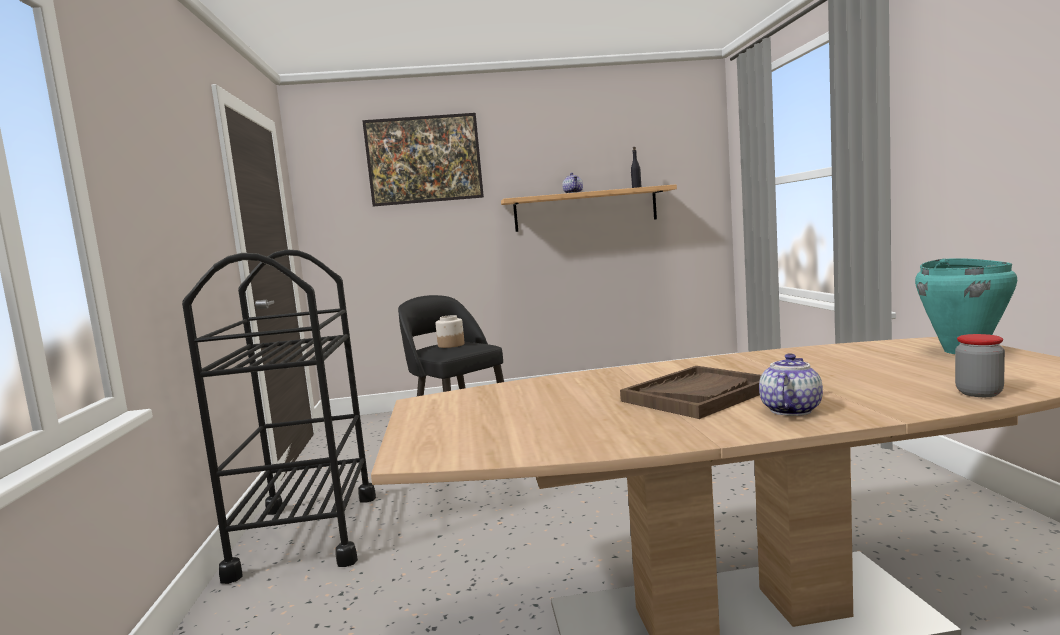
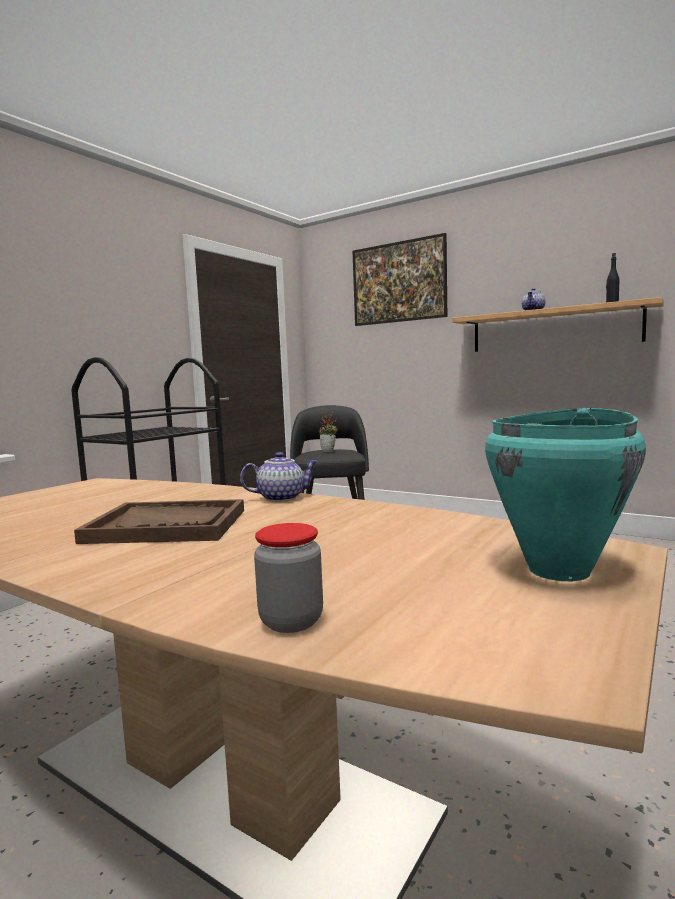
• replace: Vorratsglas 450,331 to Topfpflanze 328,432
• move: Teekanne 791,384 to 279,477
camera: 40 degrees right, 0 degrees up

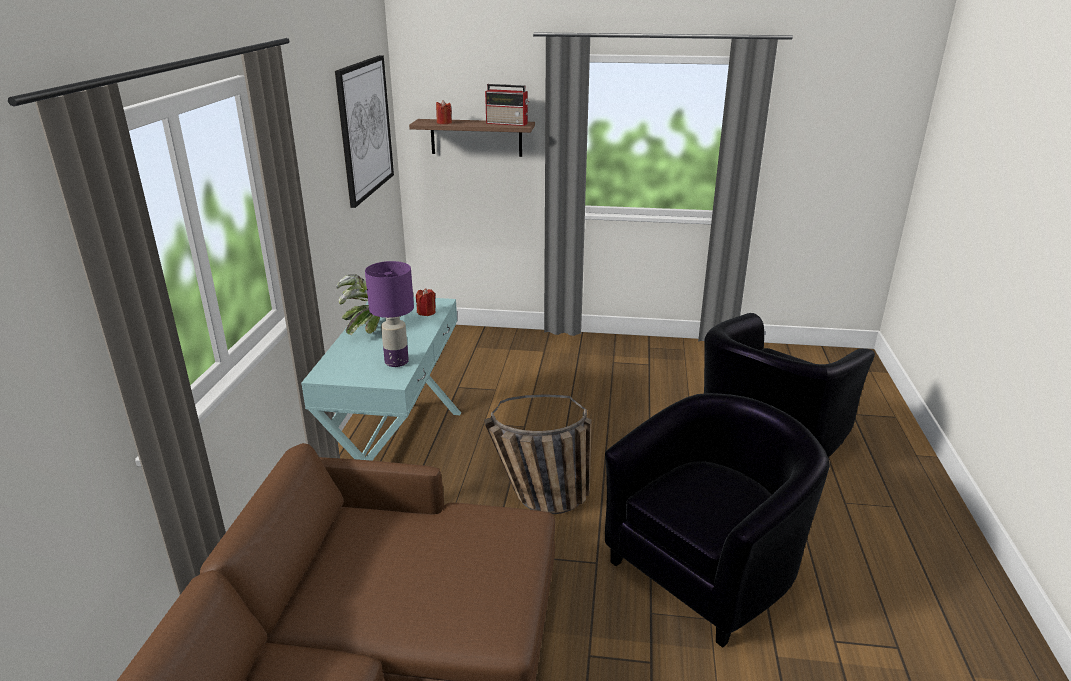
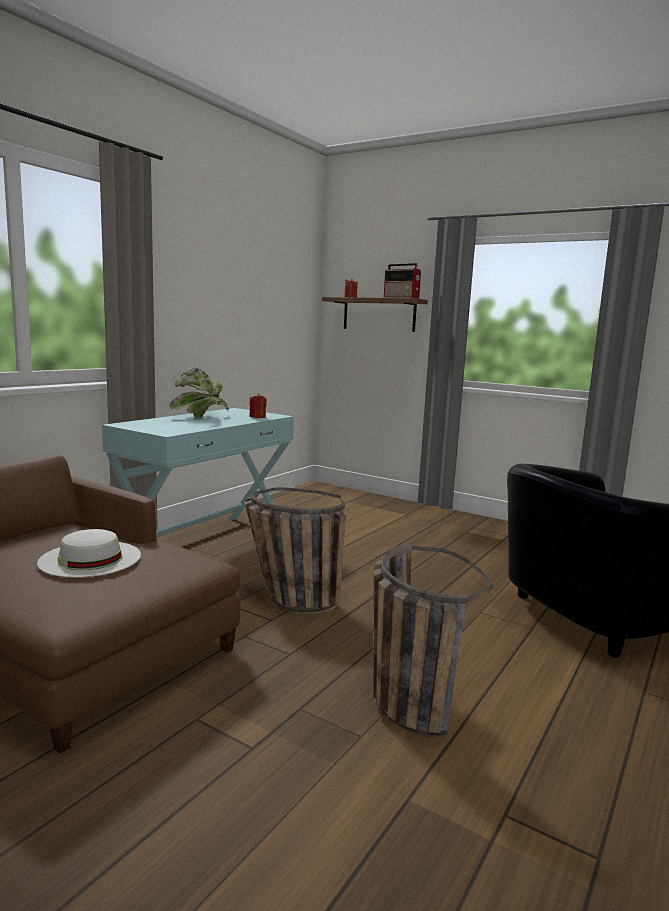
• delete: Bild 364,131
• delete: Tischlampe [lila] 389,314
• replace: Sessel [schwarz] 717,520 to Korb 433,640
• insert: Hut [weiß] 89,553
camera: 25 degrees right, 15 degrees down

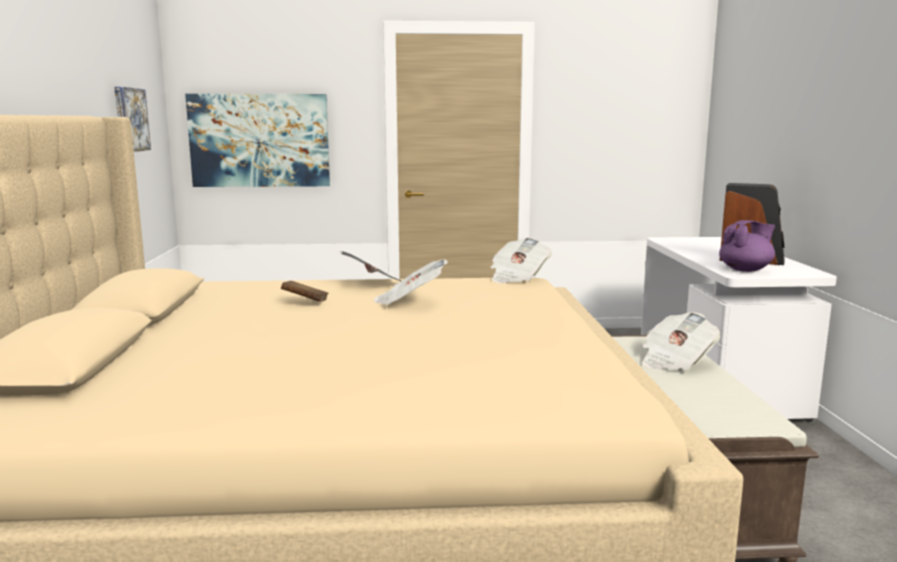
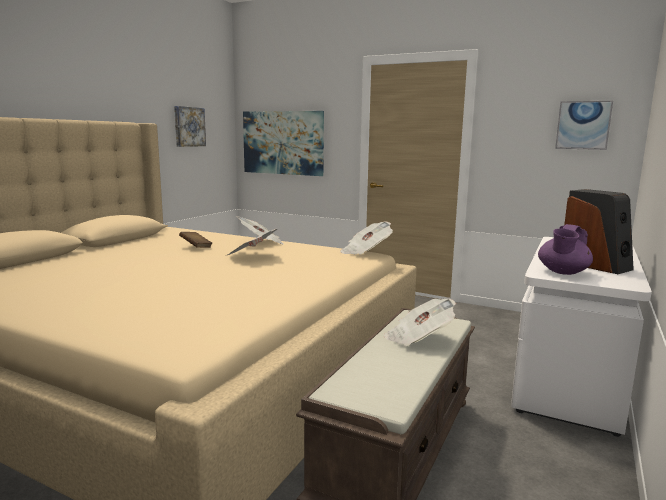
• rotate: Teekanne [lila] 747,246 = 565,249 120 degrees clockwise
• insert: Bild 584,125
camera: 30 degrees right, 0 degrees up

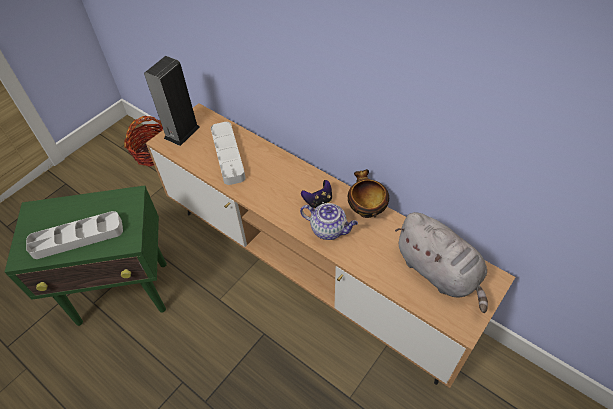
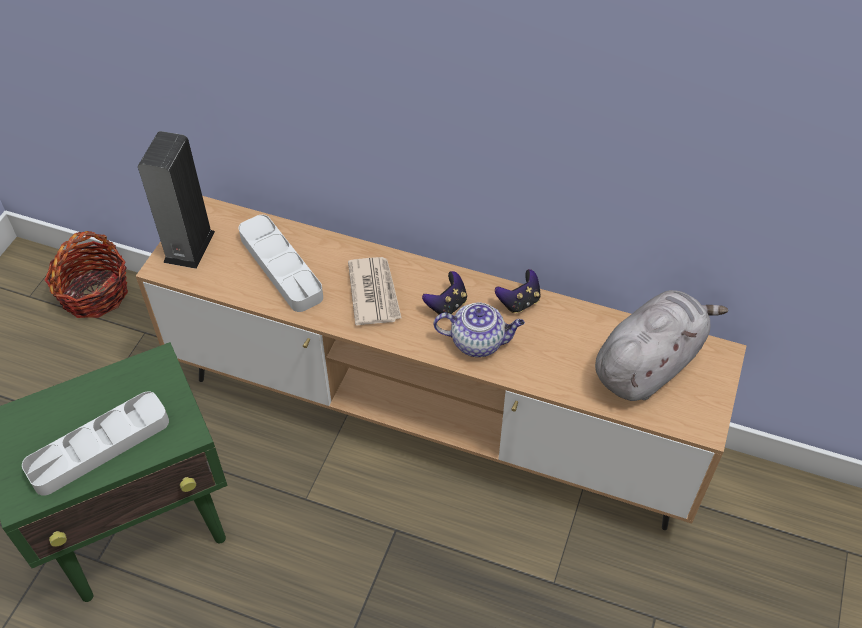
• replace: Schüssel 368,193 to Gamepad 518,291
• rotate: Plüschtier [grau] 441,262 = 661,345 75 degrees counterclockwise
• insert: Zeitung 374,291
camera: 20 degrees left, 0 degrees up

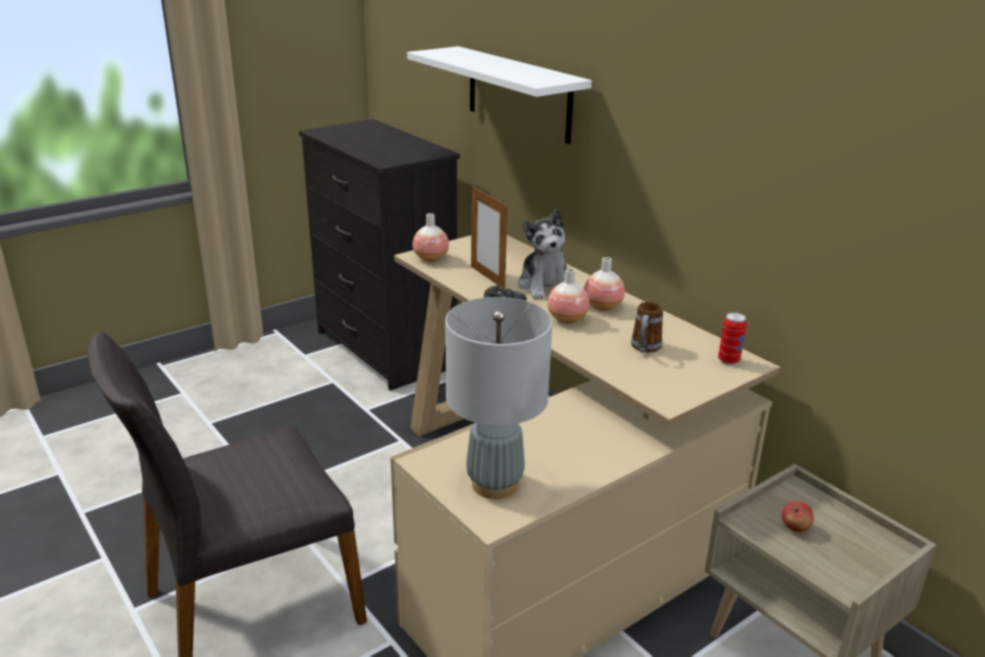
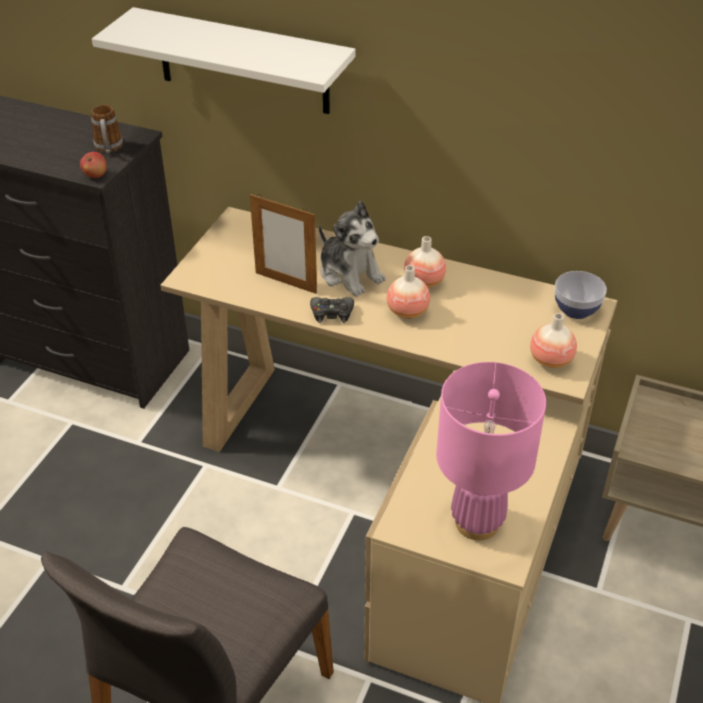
• move: Vase 431,237 to 553,340
• recolor: Tischlampe [grau] 498,398 to Tischlampe [rosa] 491,451
• move: Henkelbecher 647,327 to 107,129
• replace: Dose 732,338 to Schüssel 581,295
• move: Apfel 798,516 to 93,165
camera: 30 degrees left, 15 degrees up

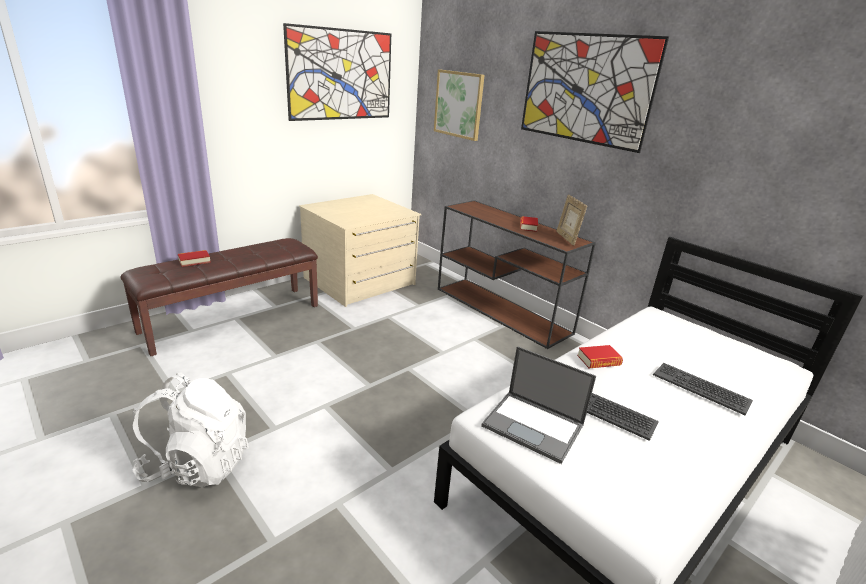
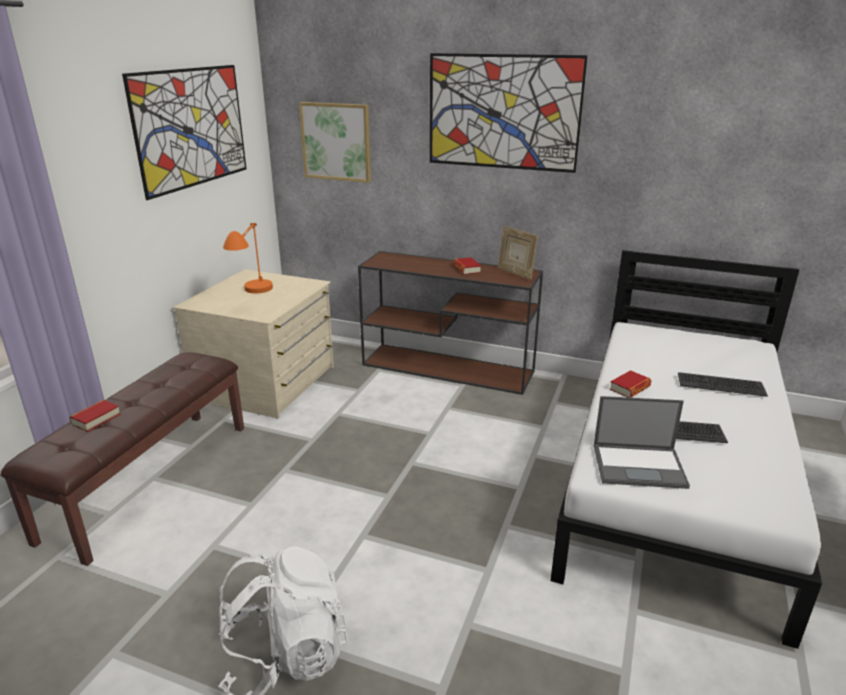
• insert: Tischlampe [orange] 248,258
camera: 25 degrees left, 0 degrees up

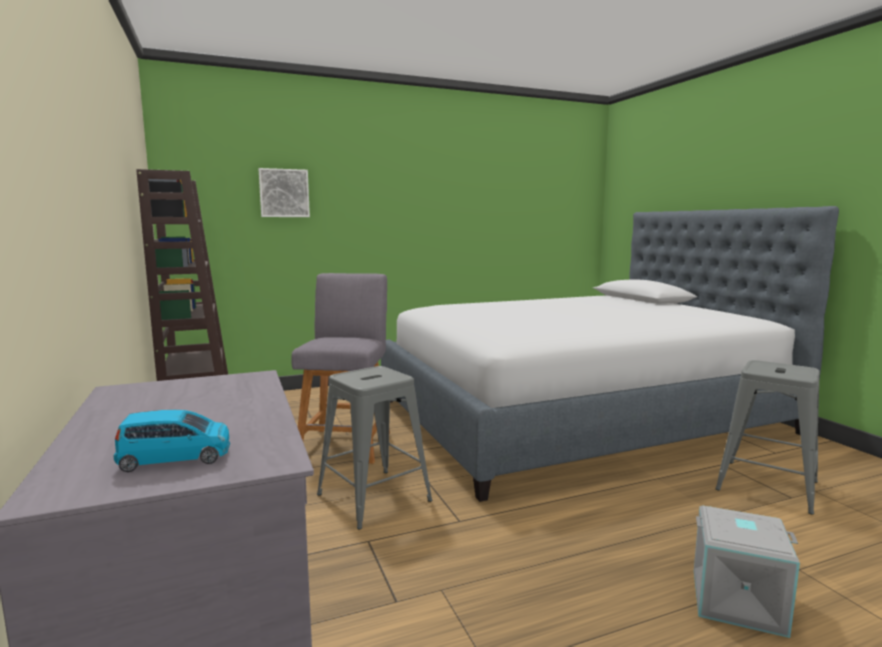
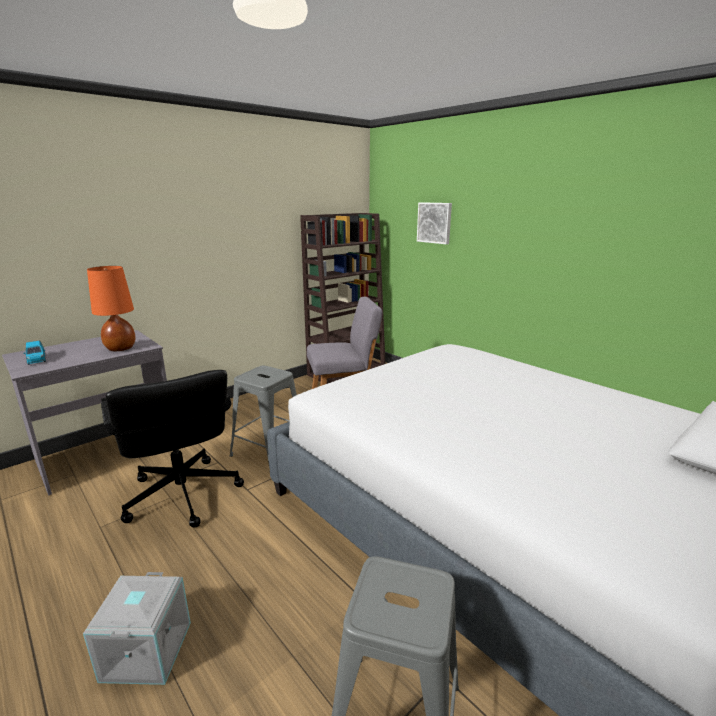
• insert: Tischlampe [orange] 111,308
• insert: Bürostuhl [schwarz] 172,449
camera: 70 degrees right, 10 degrees up

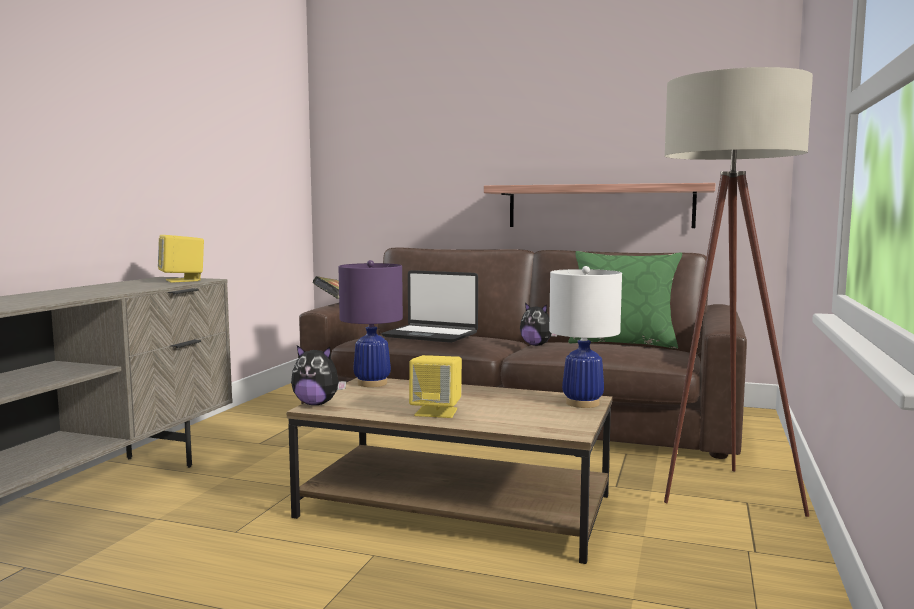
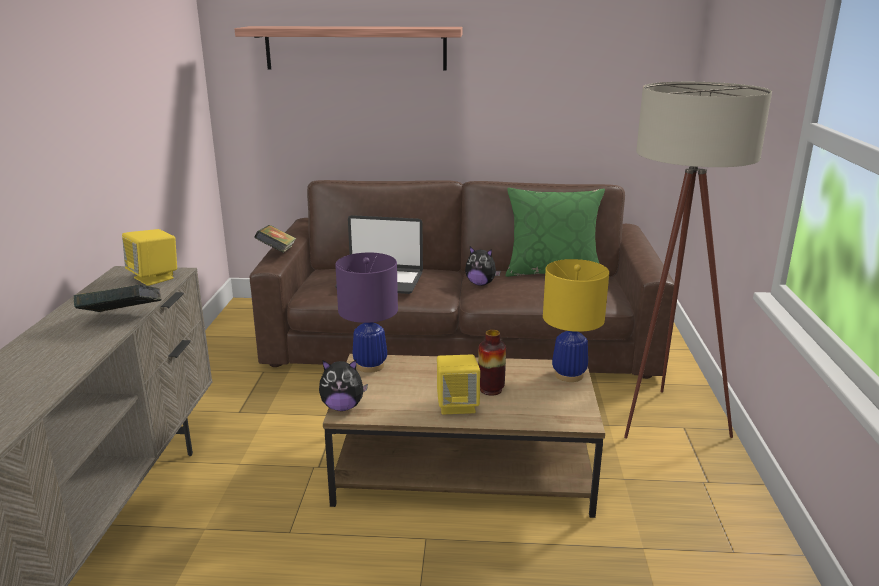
• move: Wandregal 600,205 to 349,48
• recolor: Tischlampe [weiß] 585,337 to Tischlampe [gelb] 576,320
• insert: Buch 117,298
• insert: Vase 492,363
camera: 15 degrees left, 15 degrees up

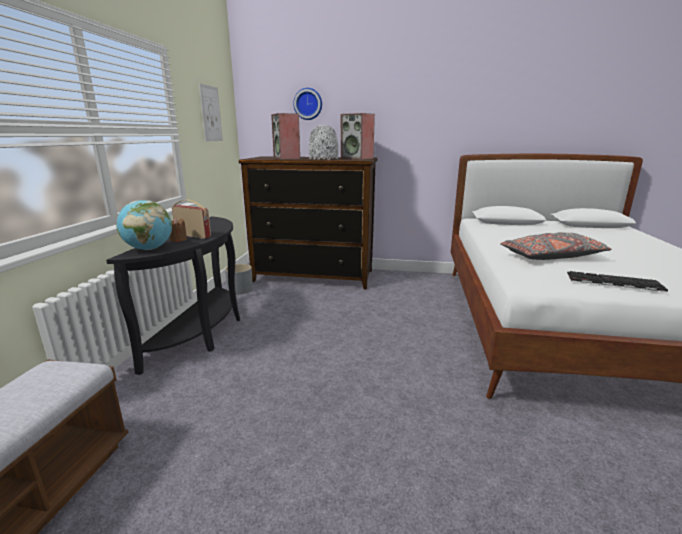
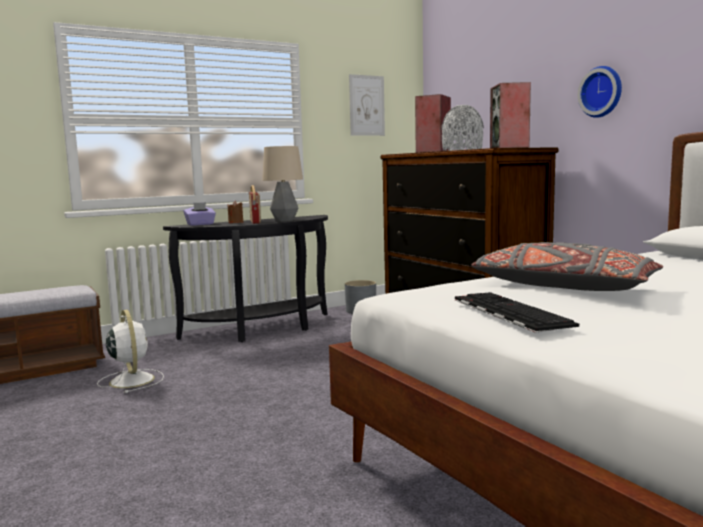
• move: Wanduhr 307,104 to 600,92
• replace: Globus 144,225 to Taschentuchbox [lila] 199,214
• insert: Tischlampe 282,184
• insert: Ventilator [weiß] 130,351
camera: 50 degrees right, 10 degrees down

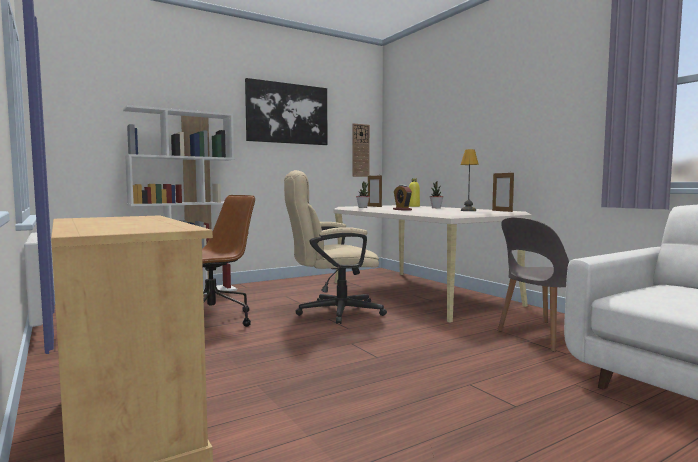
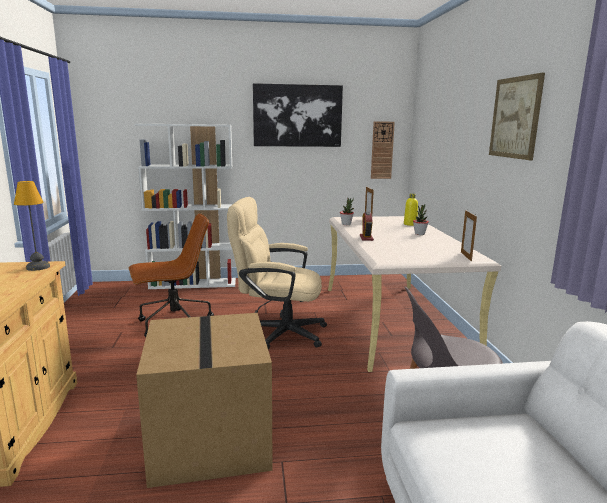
• move: Tischlampe 470,180 to 32,226
• insert: Bild 517,116
• insert: Karton 204,400
camera: 25 degrees right, 10 degrees up

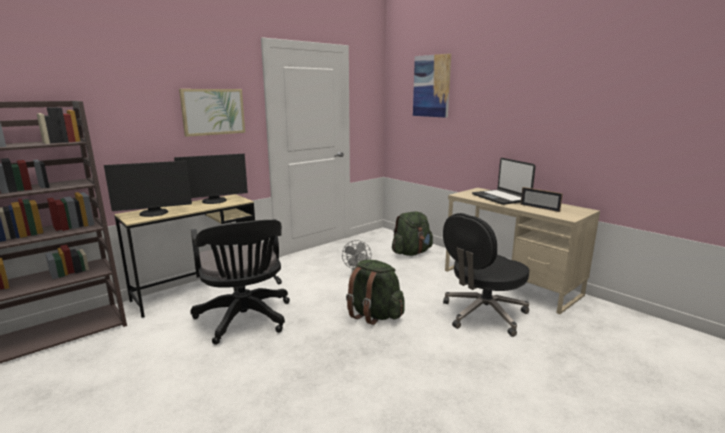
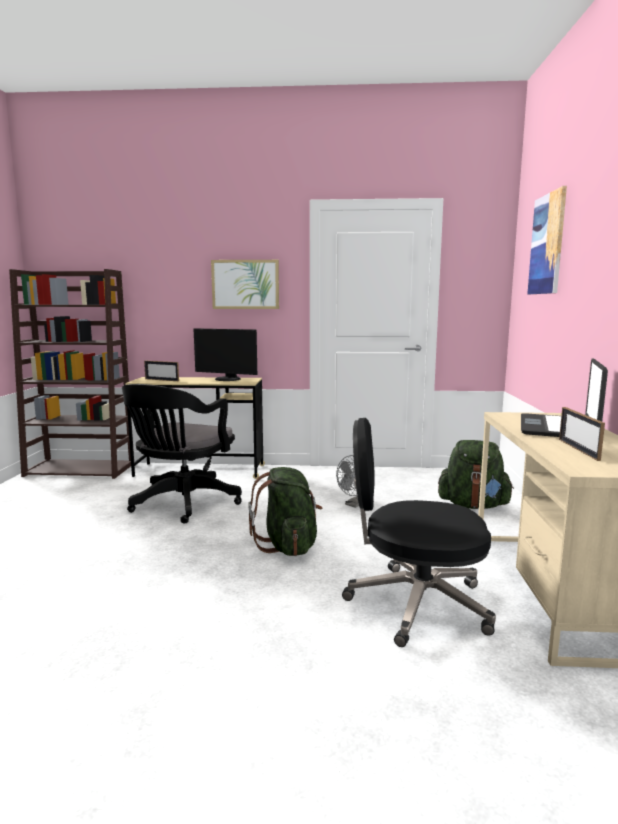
• replace: Monitor 148,189 to Bilderrahmen 161,371
camera: 45 degrees right, 5 degrees down

